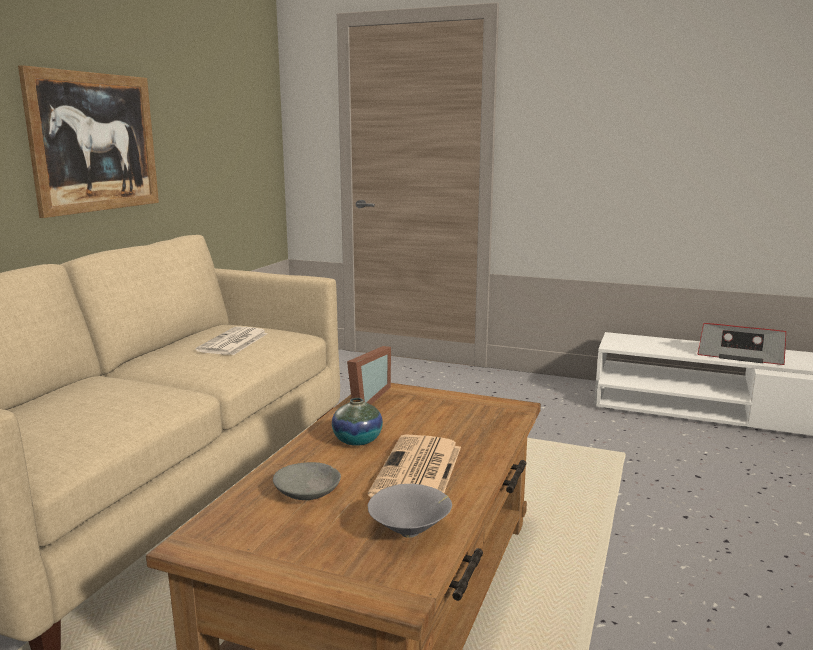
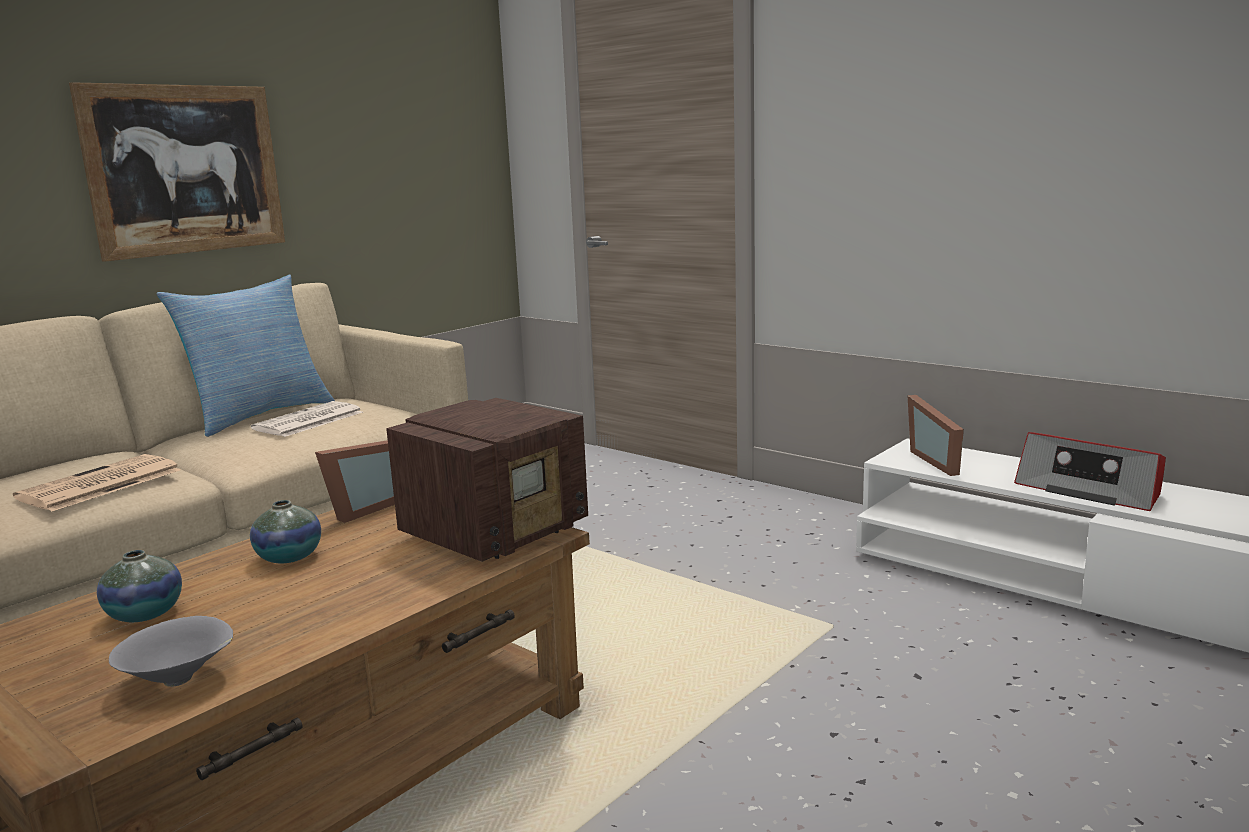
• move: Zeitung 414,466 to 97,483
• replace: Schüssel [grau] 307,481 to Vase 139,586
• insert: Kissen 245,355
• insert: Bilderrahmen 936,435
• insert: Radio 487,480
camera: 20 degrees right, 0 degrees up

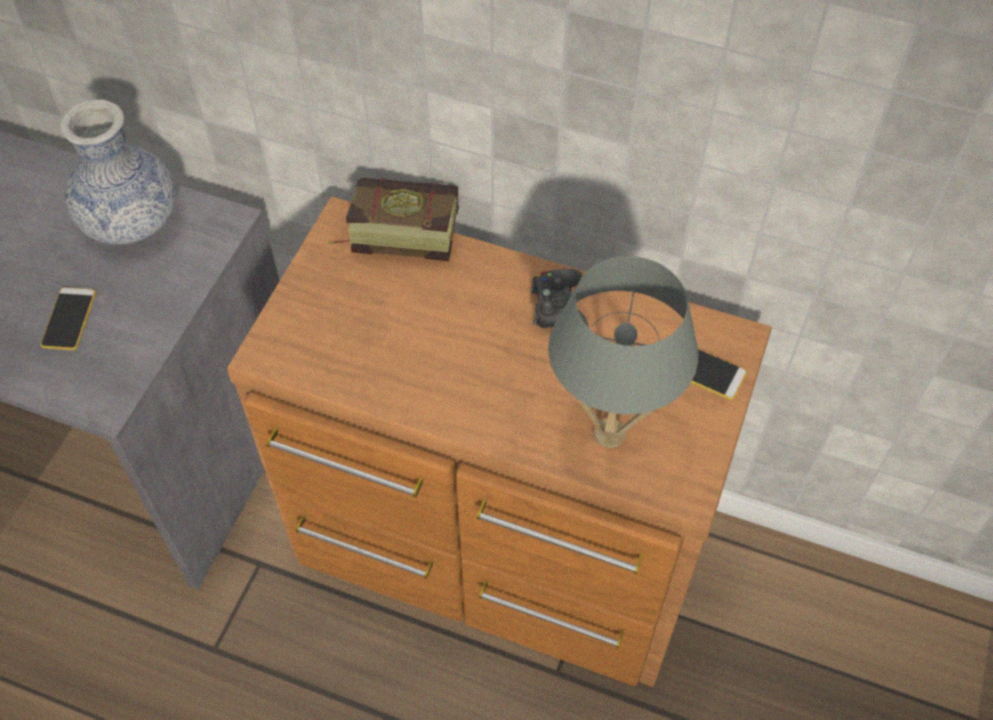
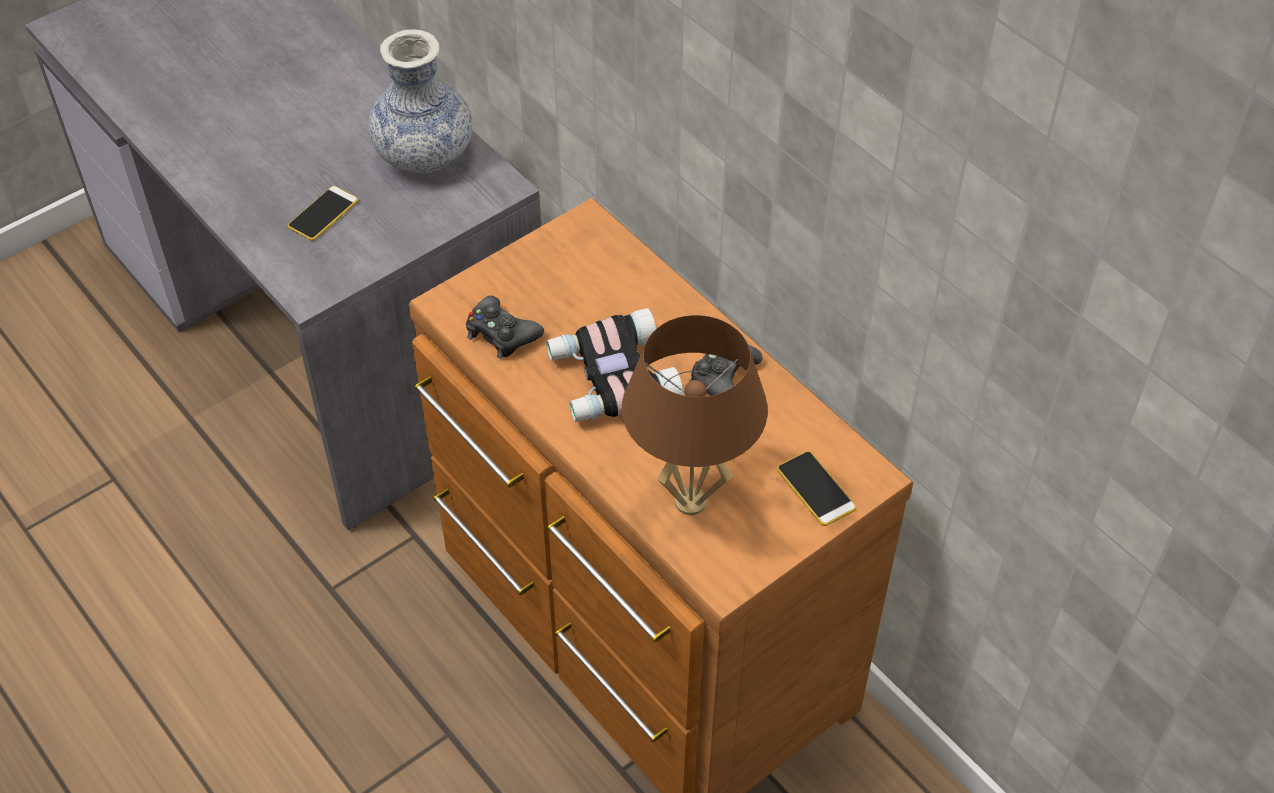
• delete: Buch 393,219
• recolor: Tischlampe [grau] 623,352 to Tischlampe [braun] 695,415
• insert: Gamepad [schwarz] 505,327
• insert: Fernglas 615,365
camera: 30 degrees right, 5 degrees down

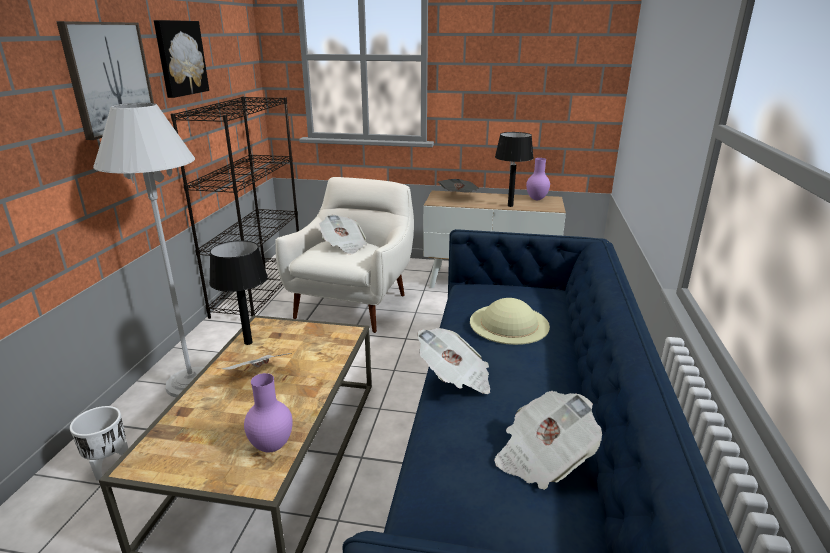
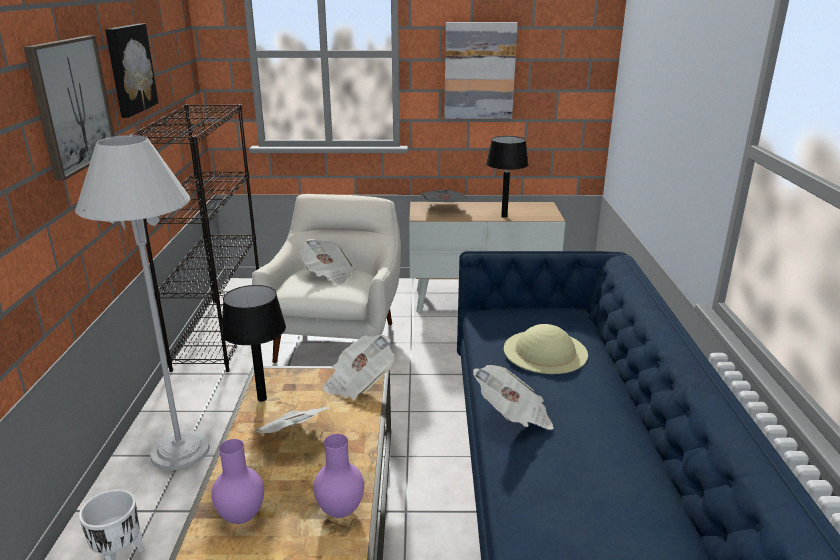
• move: Vase [lila] 538,179 to 237,481
• move: Zeitung 548,440 to 358,367
• insert: Bild 481,70
camera: 10 degrees left, 0 degrees up

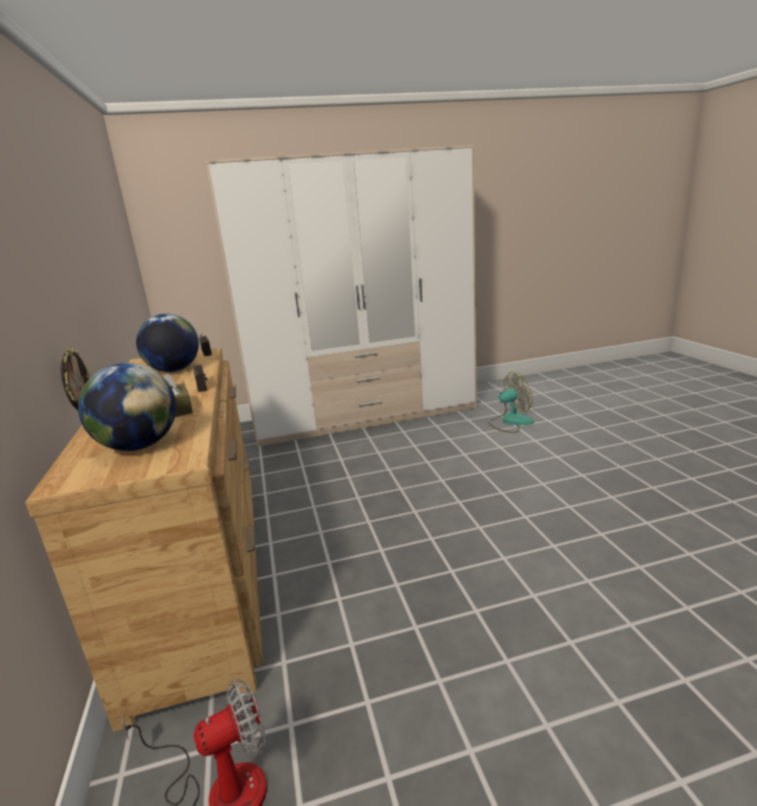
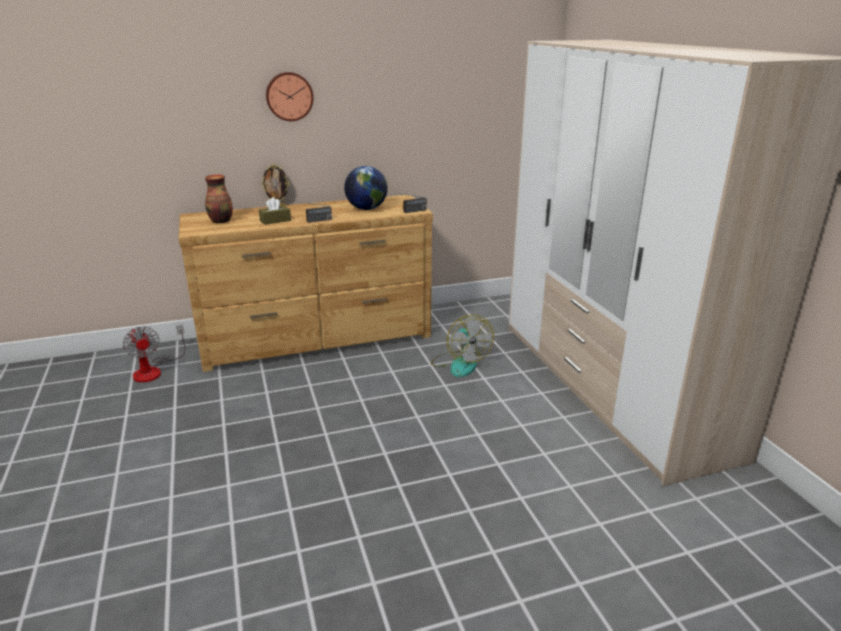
• replace: Globus 127,407 to Vase 219,198
• move: Ventilator 511,402 to 462,346
• insert: Wanduhr 290,96
camera: 85 degrees right, 5 degrees up

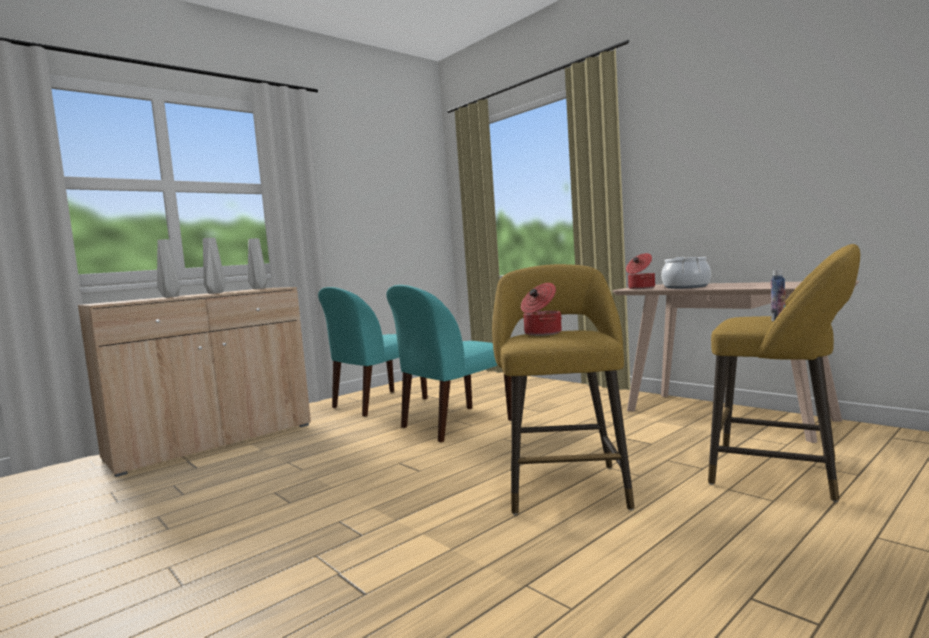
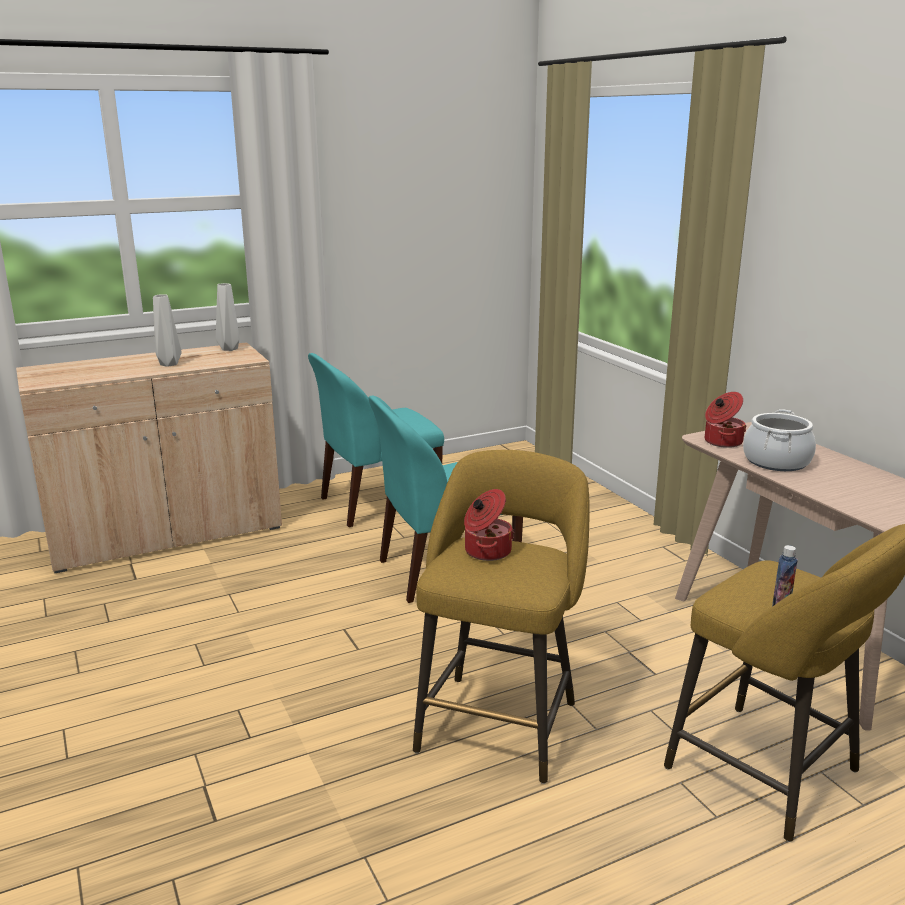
• delete: Vase [grau] 168,268
camera: 15 degrees right, 15 degrees up

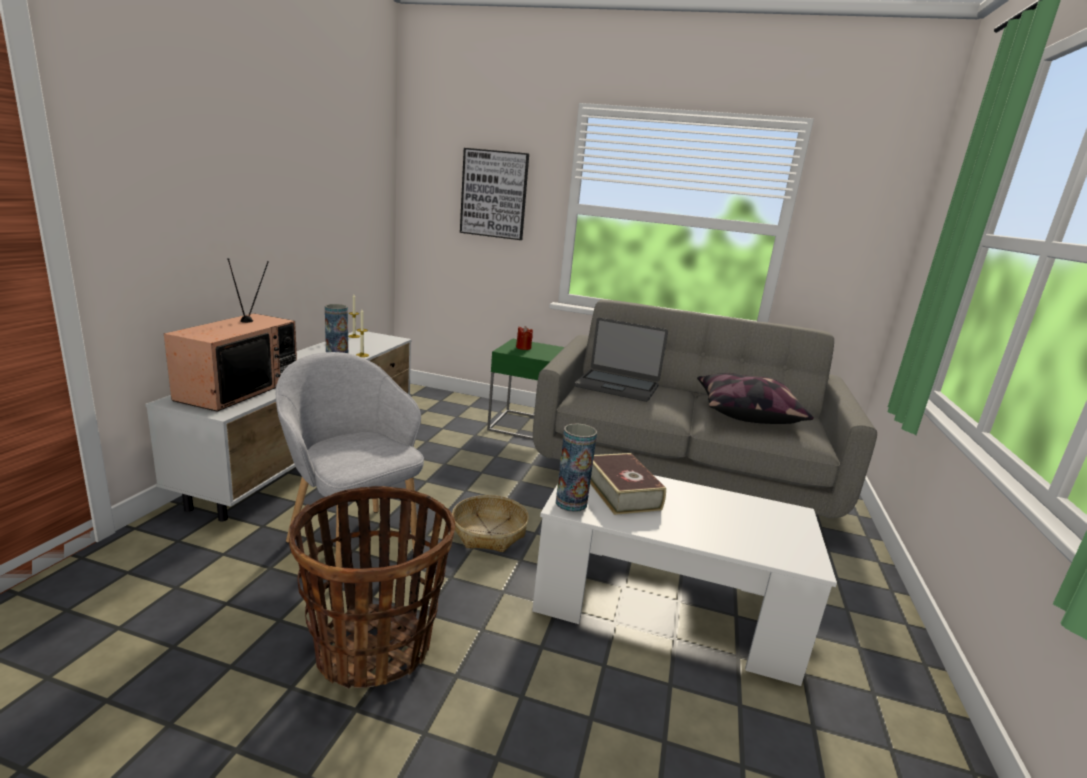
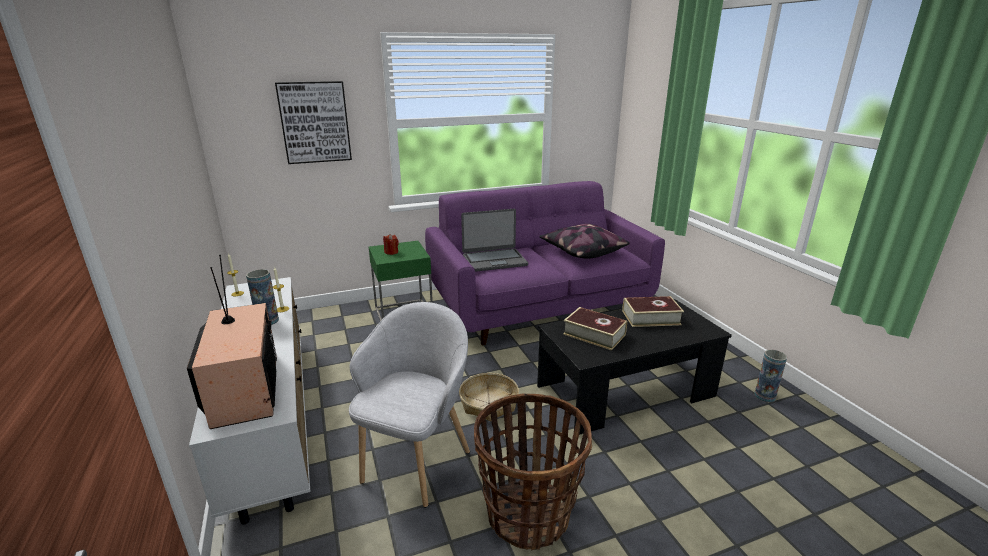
• recolor: Sofa [grau] 705,409 to Sofa [lila] 545,263
• rotate: Sessel [grau] 350,459 = 409,405 105 degrees clockwise
• move: Vase 576,468 to 770,375
• recolor: Couchtisch [weiß] 684,580 to Couchtisch [schwarz] 634,367
• insert: Buch 653,311
camera: 35 degrees left, 5 degrees up

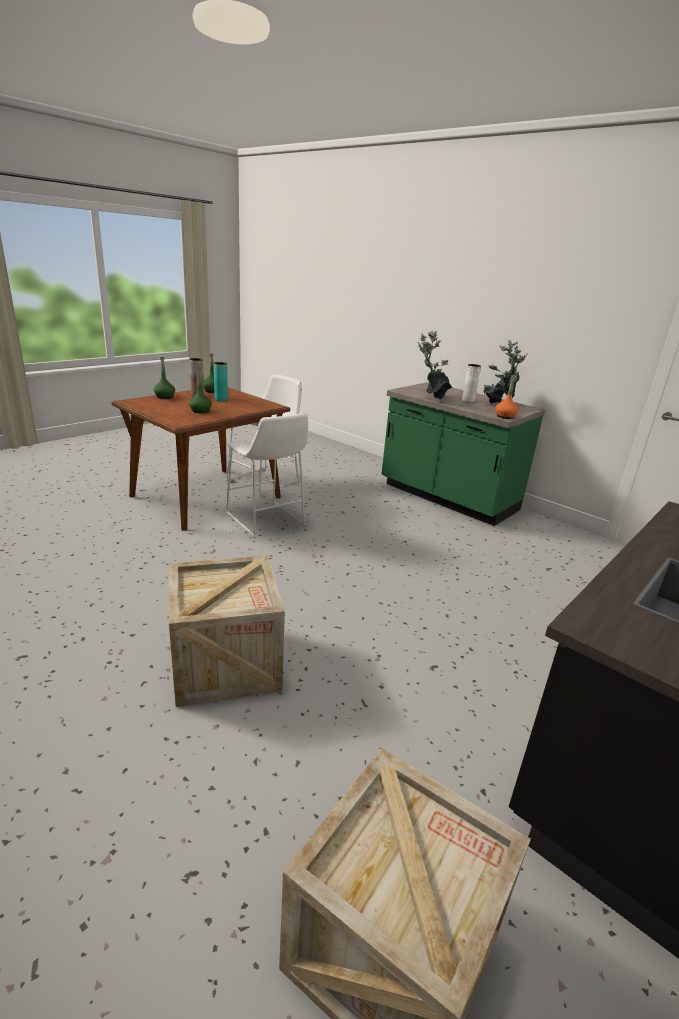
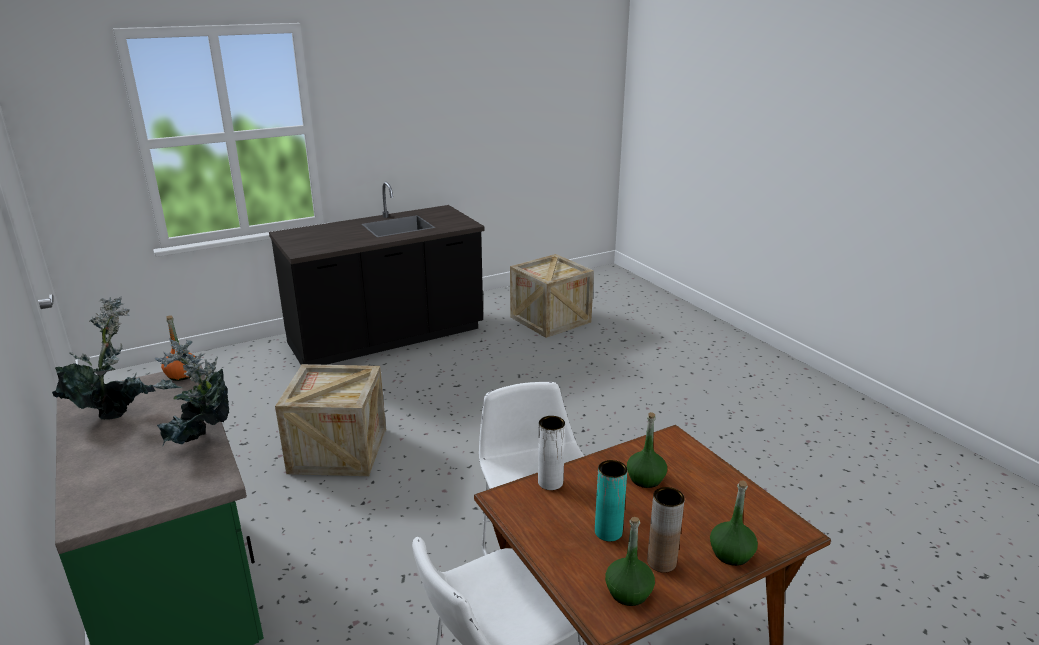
• move: Vase [weiß] 471,383 to 551,453
• move: Kiste 227,631 to 330,420
camera: 160 degrees left, 0 degrees up

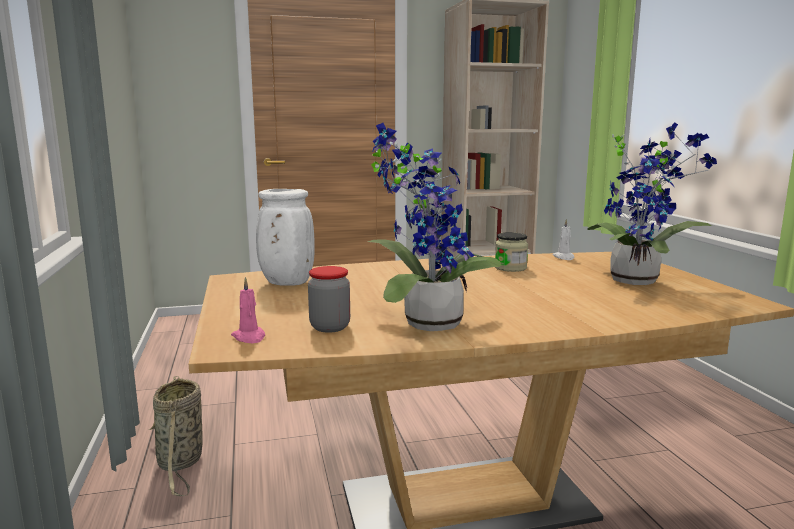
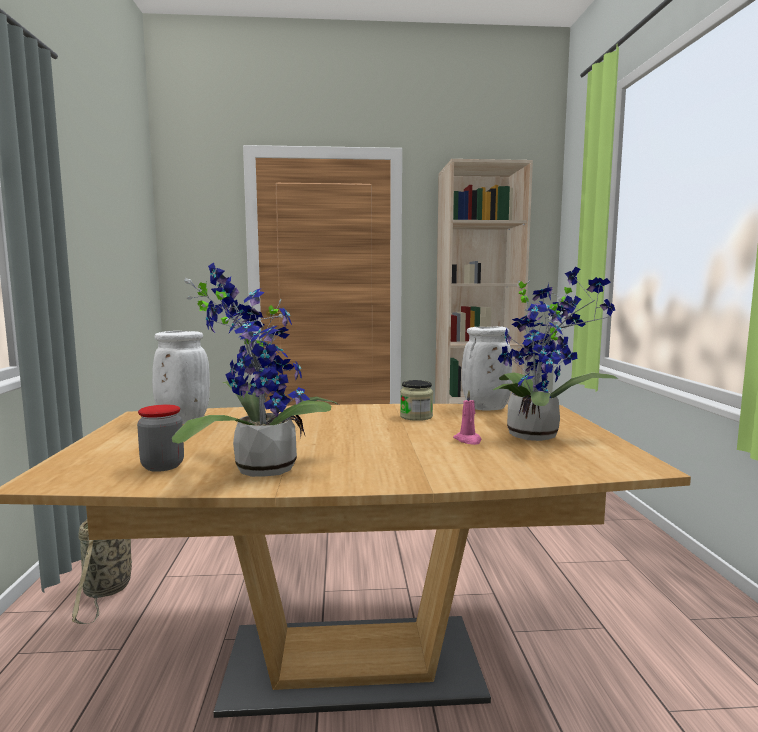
• replace: Kerze [weiß] 563,239 to Vase [weiß] 486,368
• move: Kerze [rosa] 248,310 to 467,417
camera: 10 degrees right, 5 degrees down

